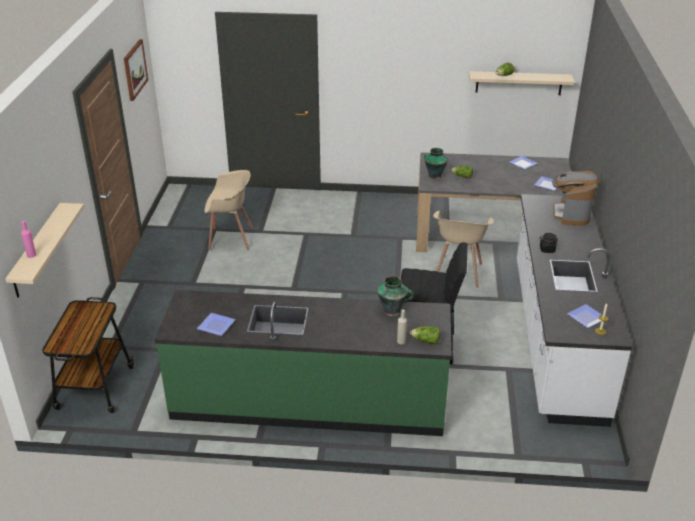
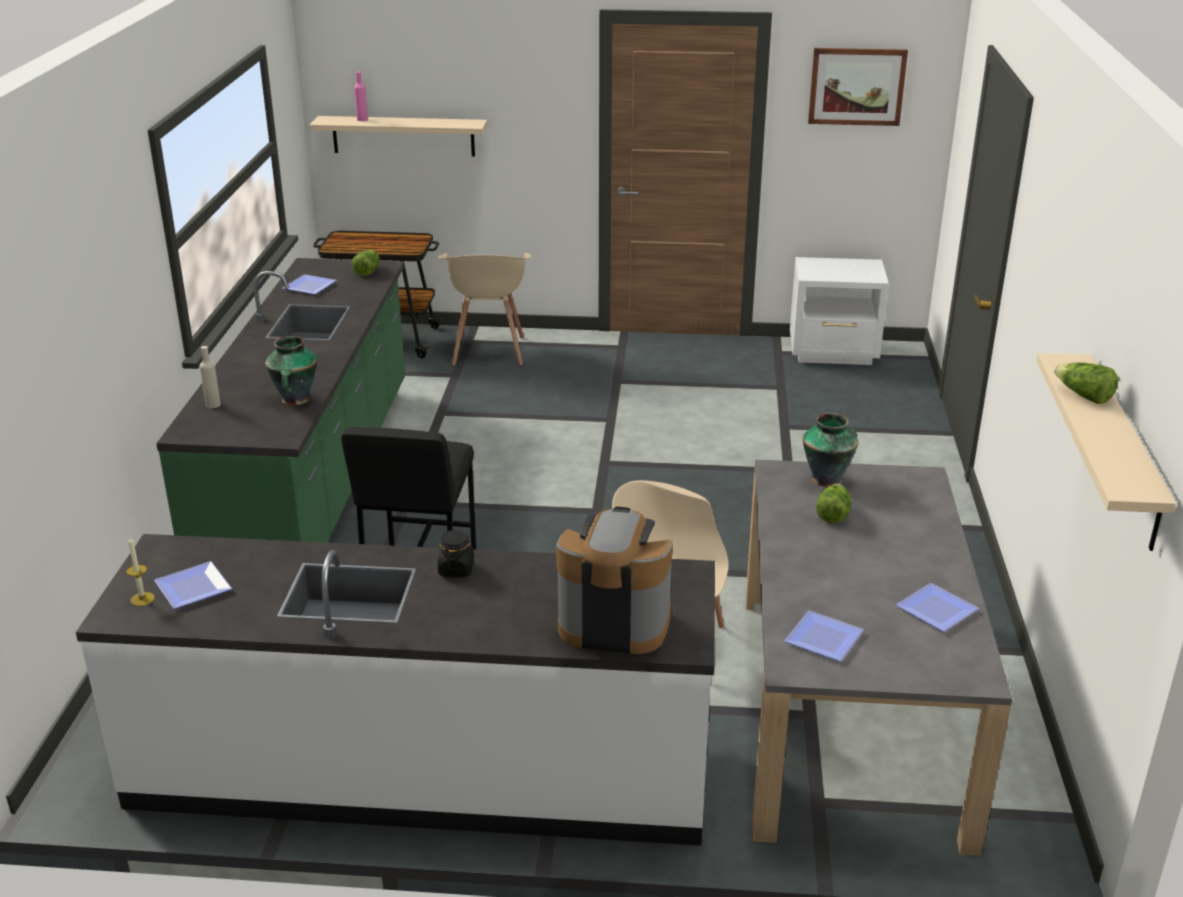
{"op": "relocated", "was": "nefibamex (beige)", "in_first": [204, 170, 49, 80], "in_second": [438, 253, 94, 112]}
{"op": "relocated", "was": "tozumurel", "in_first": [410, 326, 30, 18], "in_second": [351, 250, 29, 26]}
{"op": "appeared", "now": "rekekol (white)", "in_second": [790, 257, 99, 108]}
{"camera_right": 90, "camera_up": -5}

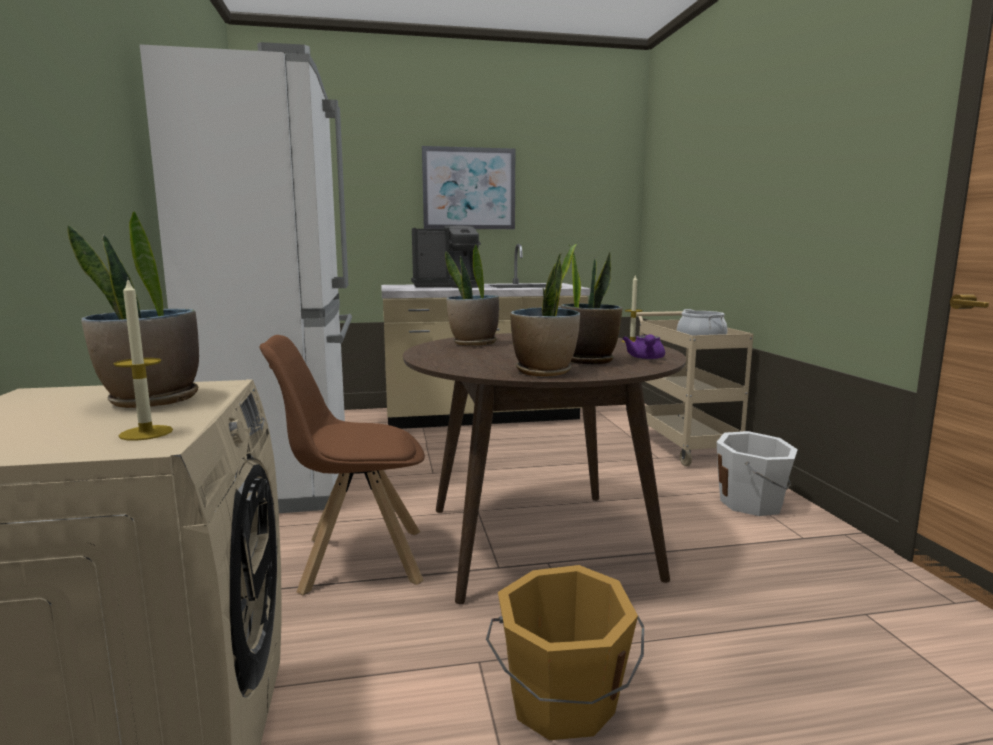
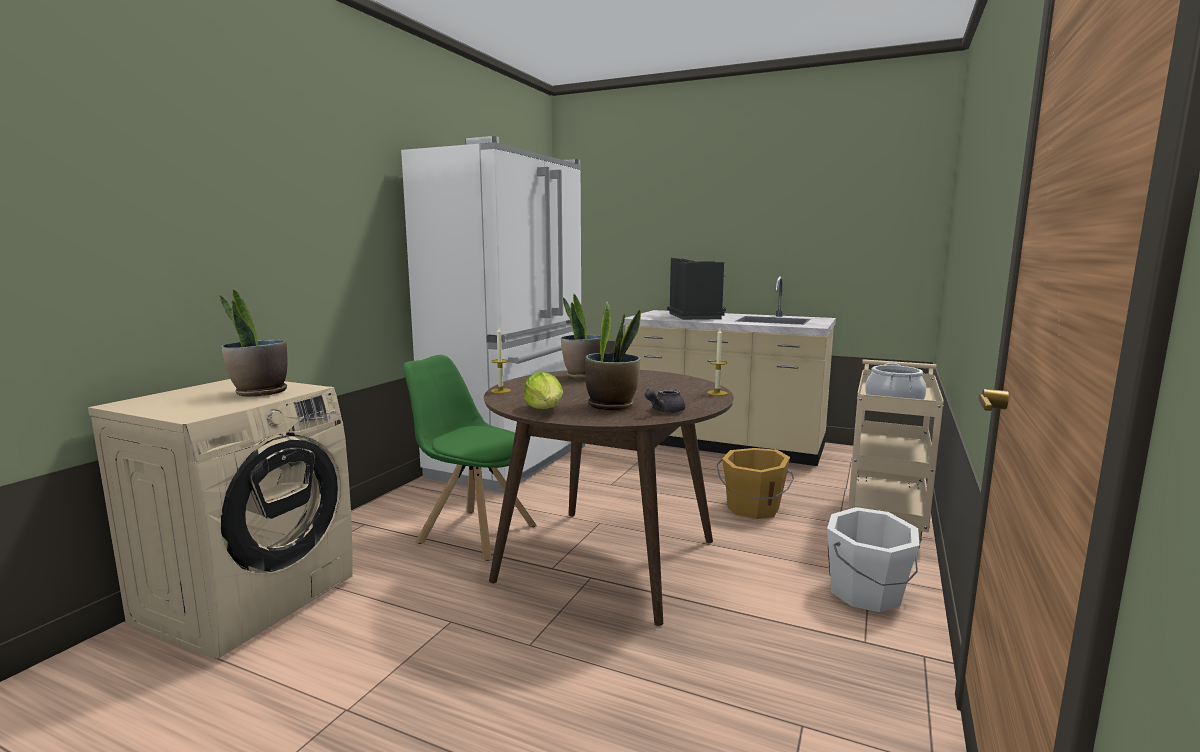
{"op": "missing", "was": "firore", "in_first": [422, 146, 93, 83]}
{"op": "spun", "was": "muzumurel", "in_first": [411, 226, 70, 62], "in_second": [667, 258, 59, 62], "clockwise": -120}
{"op": "exchanged", "was": "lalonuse", "now": "tozumurel", "in_first": [510, 244, 70, 133], "in_second": [524, 372, 39, 37]}
{"op": "relocated", "was": "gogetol", "in_first": [114, 277, 59, 164], "in_second": [491, 327, 20, 66]}
{"op": "colour", "was": "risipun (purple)", "now": "risipun (grey)", "in_first": [622, 334, 43, 25], "in_second": [645, 388, 40, 25]}
{"op": "colour", "was": "nefibamex (brown)", "now": "nefibamex (green)", "in_first": [259, 335, 166, 260], "in_second": [403, 355, 134, 206]}
{"op": "relocated", "was": "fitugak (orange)", "in_first": [486, 565, 158, 175], "in_second": [716, 448, 78, 71]}
{"camera_right": 35, "camera_up": 0}

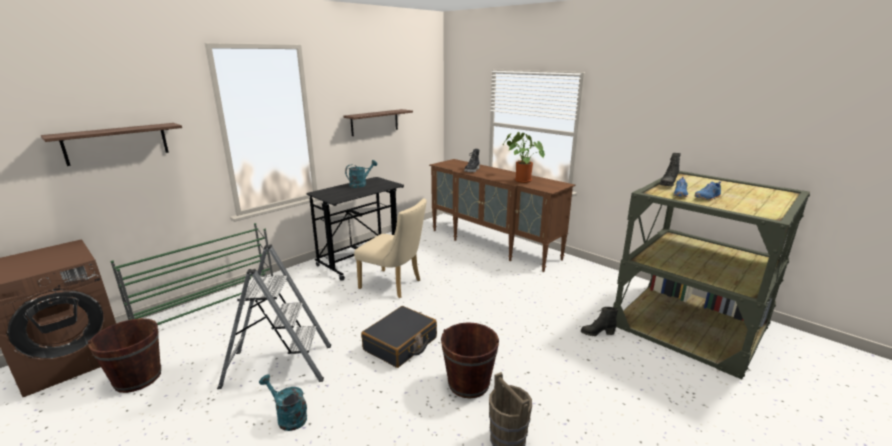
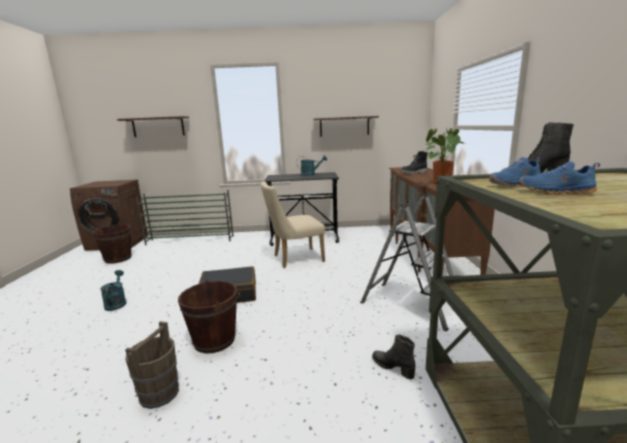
{"op": "spun", "was": "nefibamex (beige)", "in_first": [354, 198, 73, 100], "in_second": [261, 181, 64, 87], "clockwise": 90}
{"op": "relocated", "was": "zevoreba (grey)", "in_first": [217, 245, 114, 144], "in_second": [360, 194, 94, 137]}
{"camera_right": 45, "camera_up": -5}

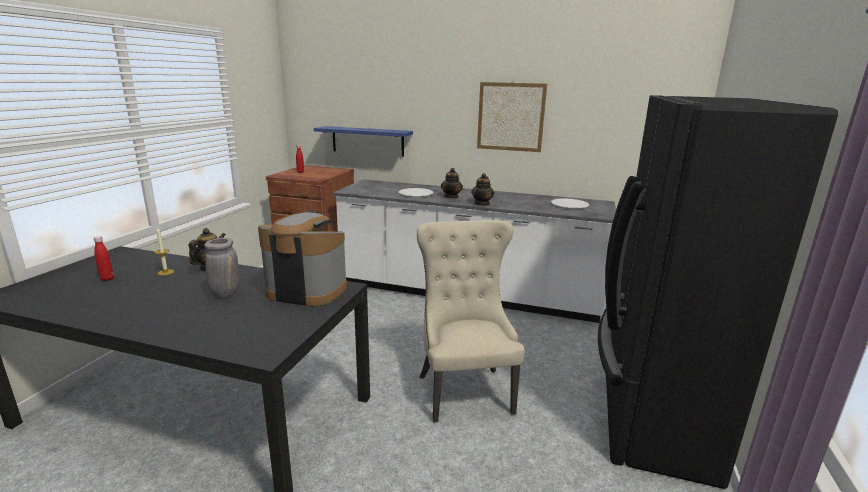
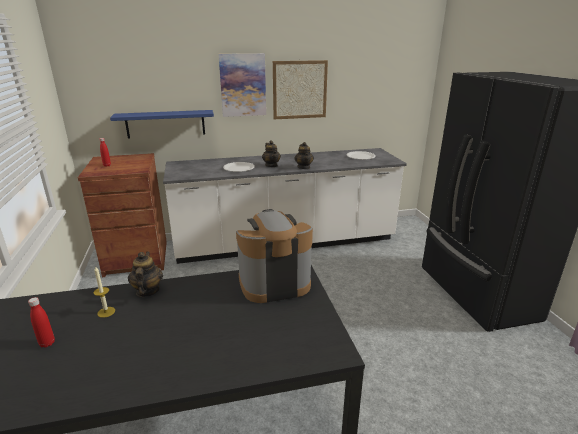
{"op": "missing", "was": "nefibamex (beige)", "in_first": [417, 220, 108, 203]}
{"op": "missing", "was": "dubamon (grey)", "in_first": [205, 238, 34, 61]}
{"op": "appeared", "now": "firore", "in_second": [219, 53, 47, 64]}
{"camera_right": -30, "camera_up": 5}

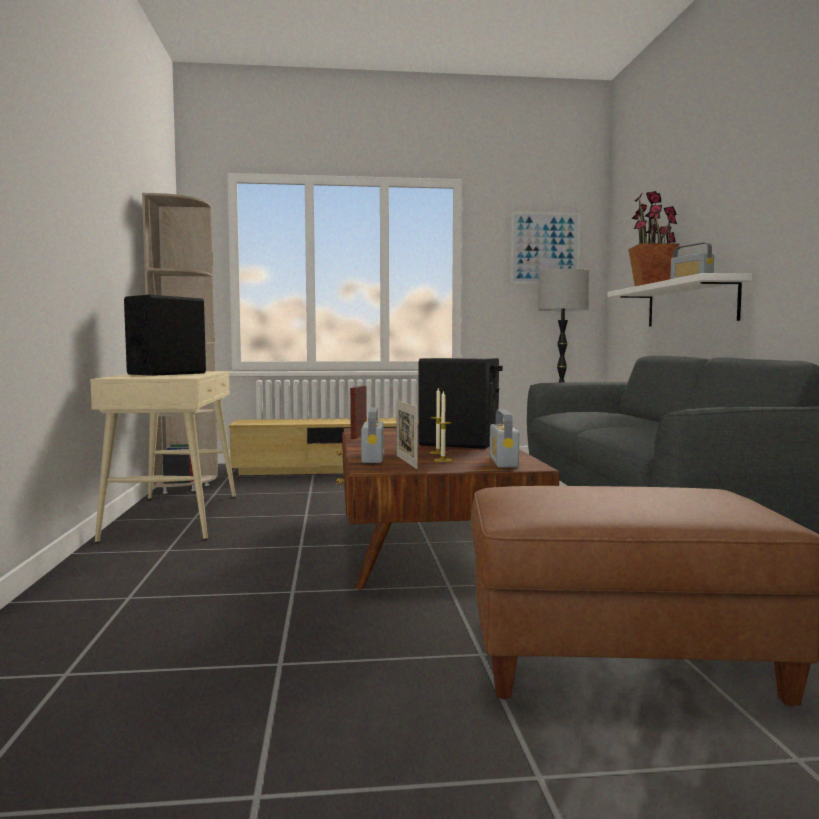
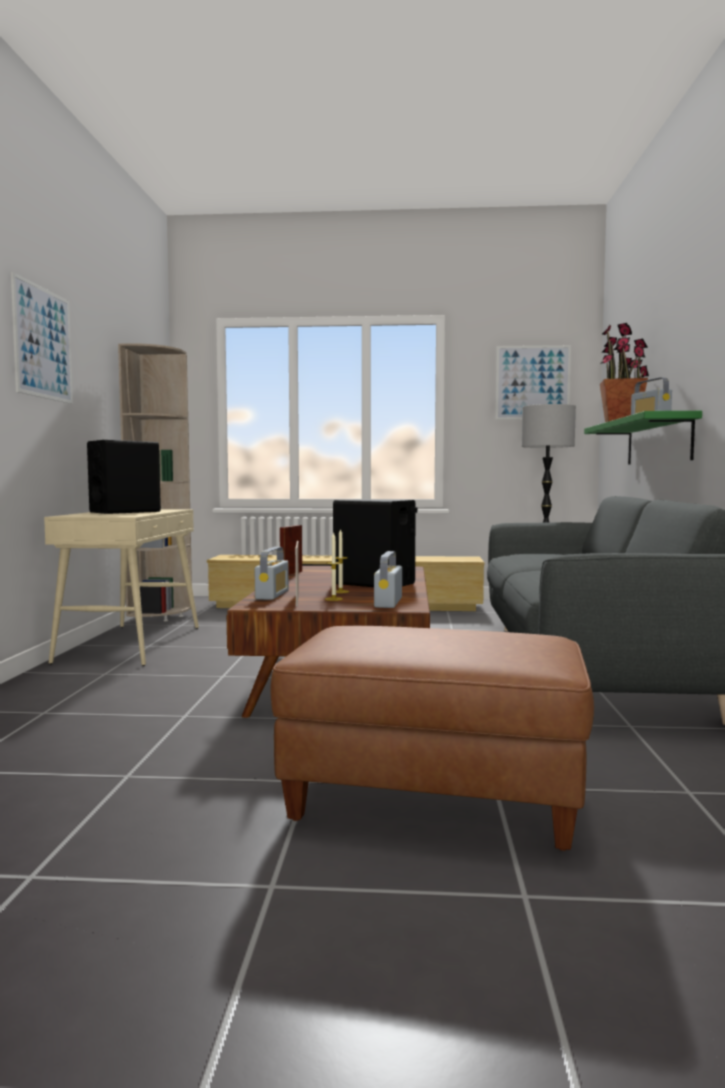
{"op": "colour", "was": "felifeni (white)", "now": "felifeni (green)", "in_first": [607, 273, 145, 53], "in_second": [584, 411, 118, 53]}
{"op": "appeared", "now": "firore", "in_second": [11, 272, 62, 132]}
{"camera_right": 10, "camera_up": 0}

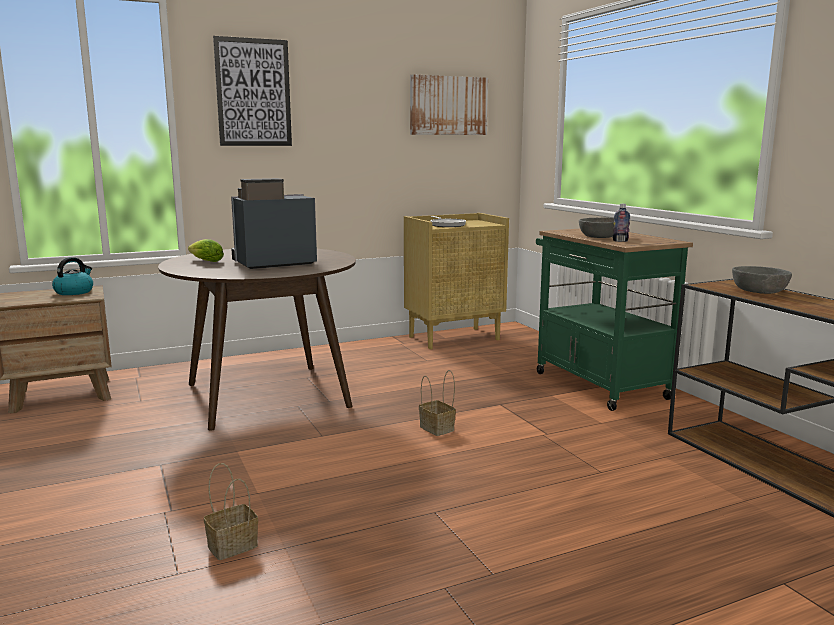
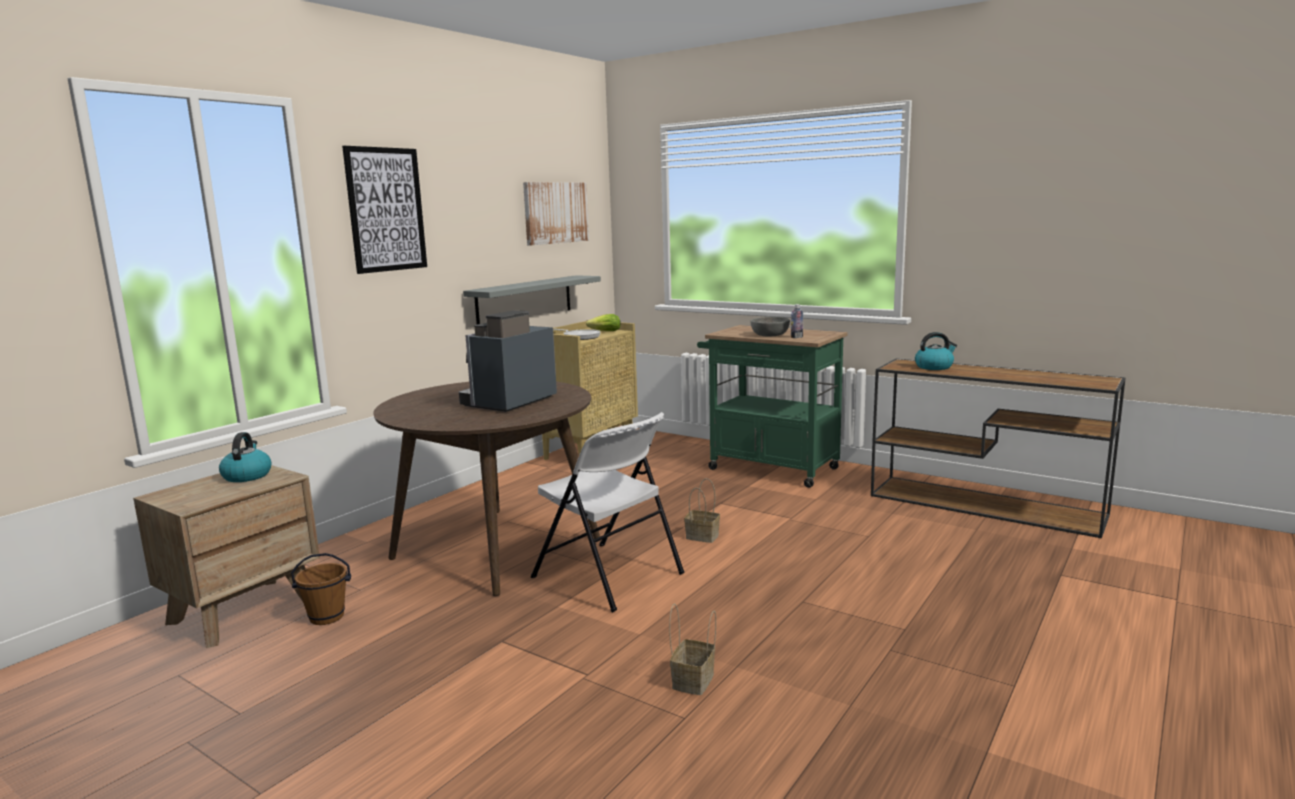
{"op": "relocated", "was": "tozumurel", "in_first": [188, 239, 36, 23], "in_second": [586, 314, 35, 17]}
{"op": "exchanged", "was": "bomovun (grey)", "now": "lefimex", "in_first": [732, 266, 60, 28], "in_second": [915, 332, 42, 38]}
{"op": "appeared", "now": "felifeni (grey)", "in_second": [463, 275, 138, 50]}
{"op": "appeared", "now": "nefibamex (white)", "in_second": [531, 412, 153, 201]}
{"op": "appeared", "now": "fitugak (brown)", "in_second": [291, 553, 60, 72]}
{"camera_right": -30, "camera_up": 0}

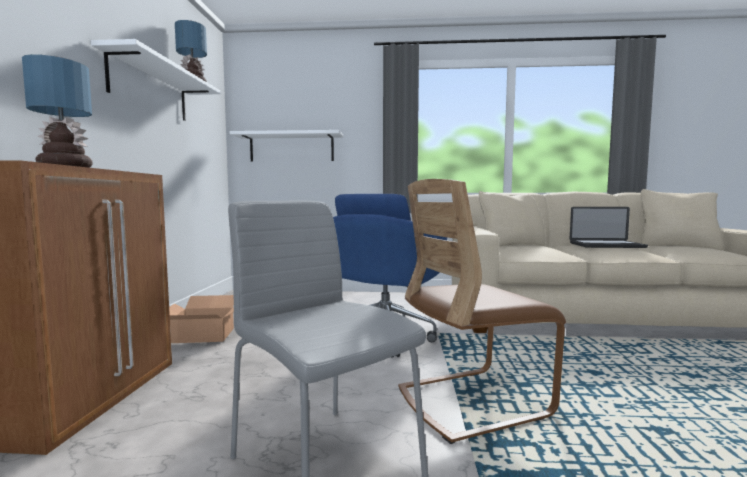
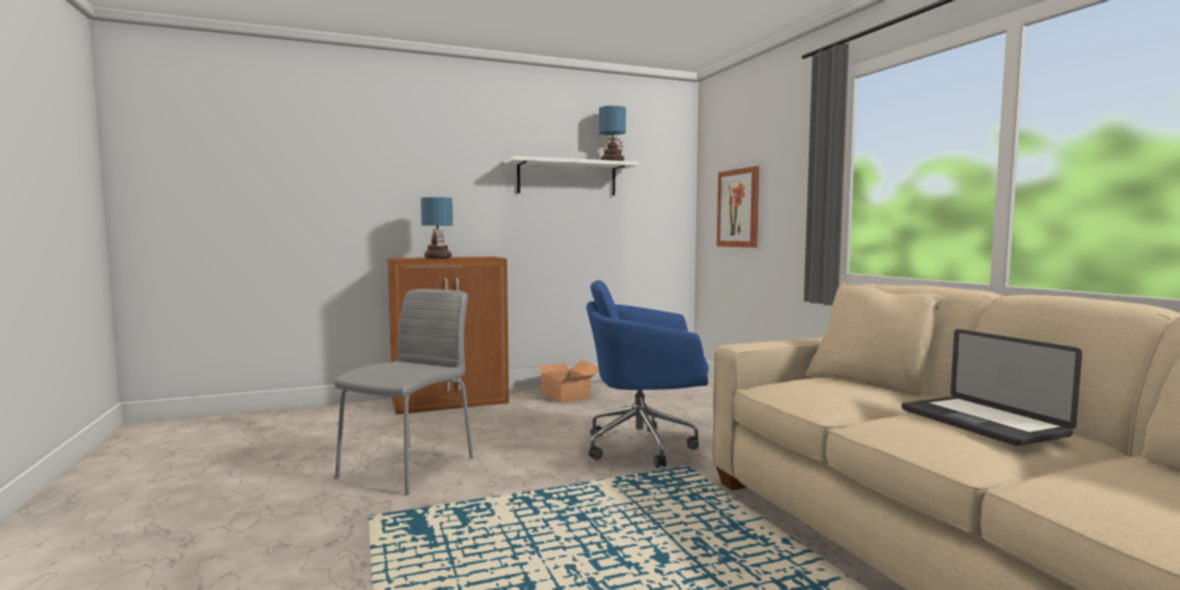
{"op": "exchanged", "was": "felifeni (white)", "now": "firore", "in_first": [230, 130, 113, 32], "in_second": [717, 166, 42, 82]}
{"op": "missing", "was": "nefibamex (brown)", "in_first": [398, 179, 168, 265]}
{"camera_right": 65, "camera_up": 0}

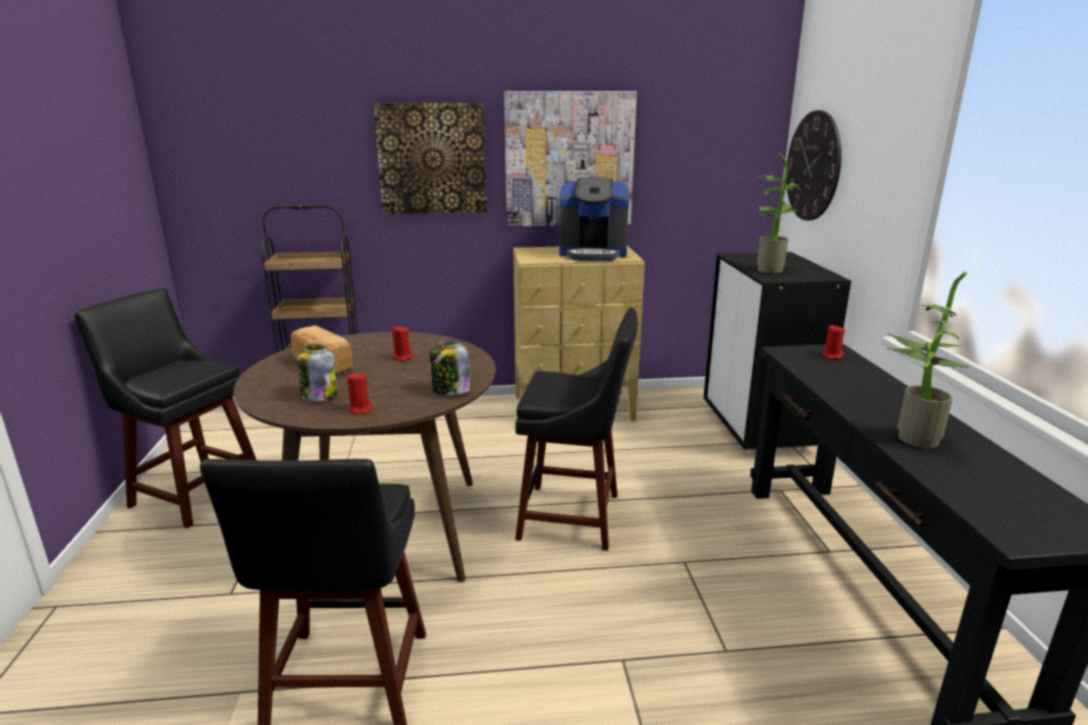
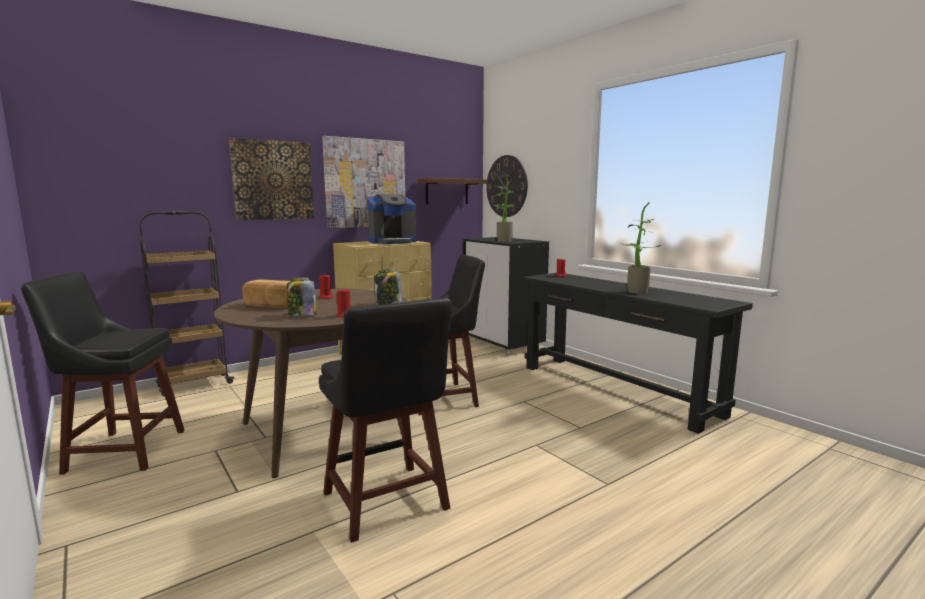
{"op": "appeared", "now": "felifeni (brown)", "in_second": [418, 178, 70, 26]}
{"camera_right": -30, "camera_up": -10}

